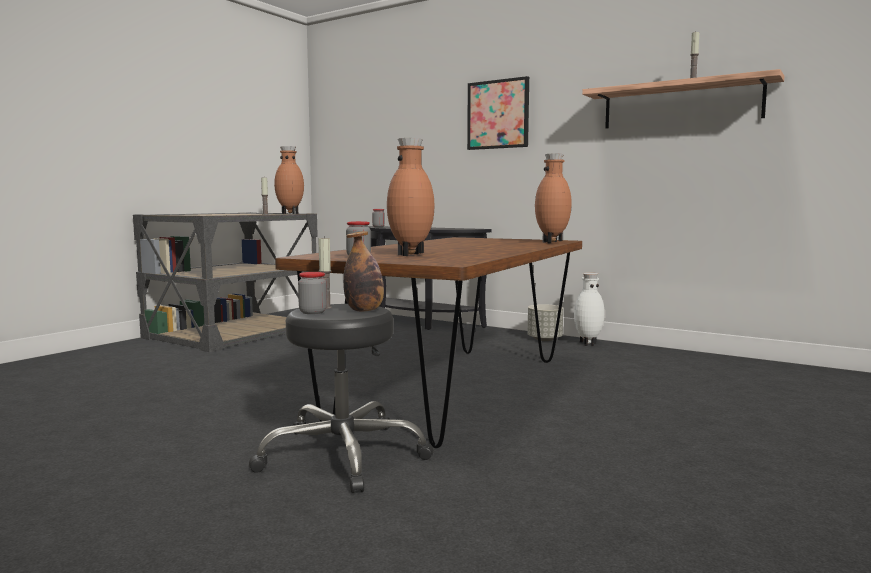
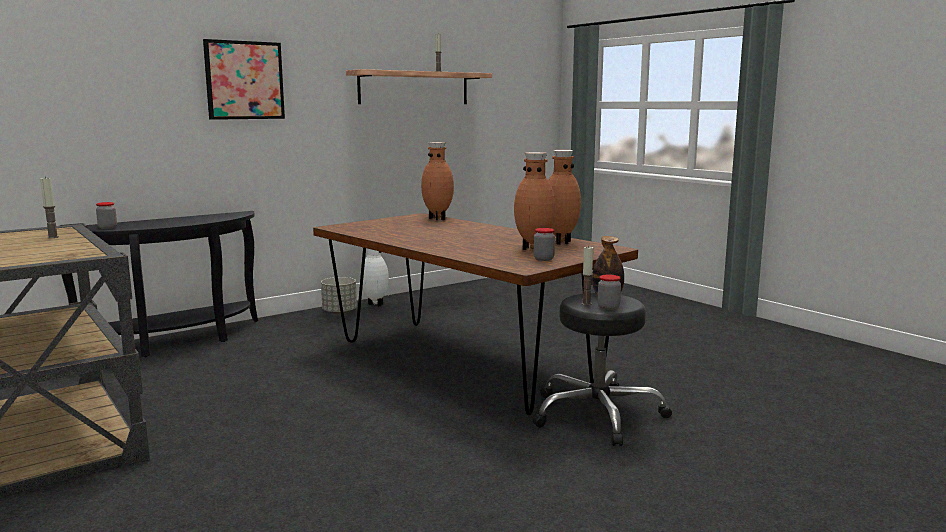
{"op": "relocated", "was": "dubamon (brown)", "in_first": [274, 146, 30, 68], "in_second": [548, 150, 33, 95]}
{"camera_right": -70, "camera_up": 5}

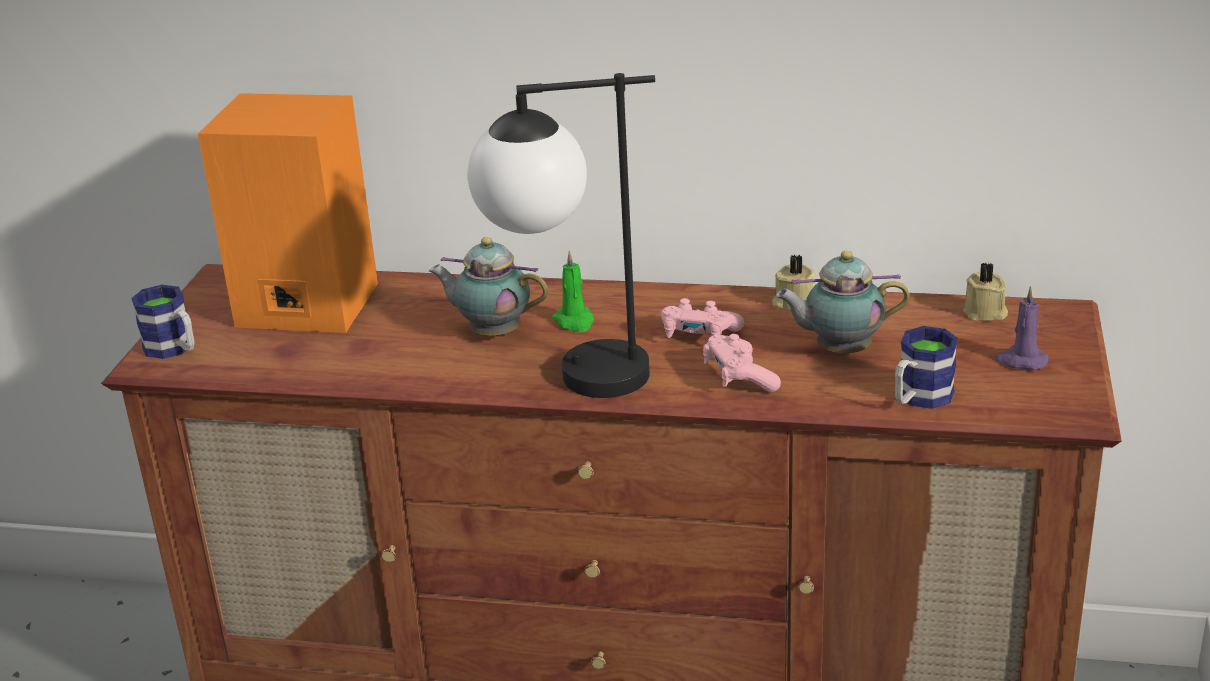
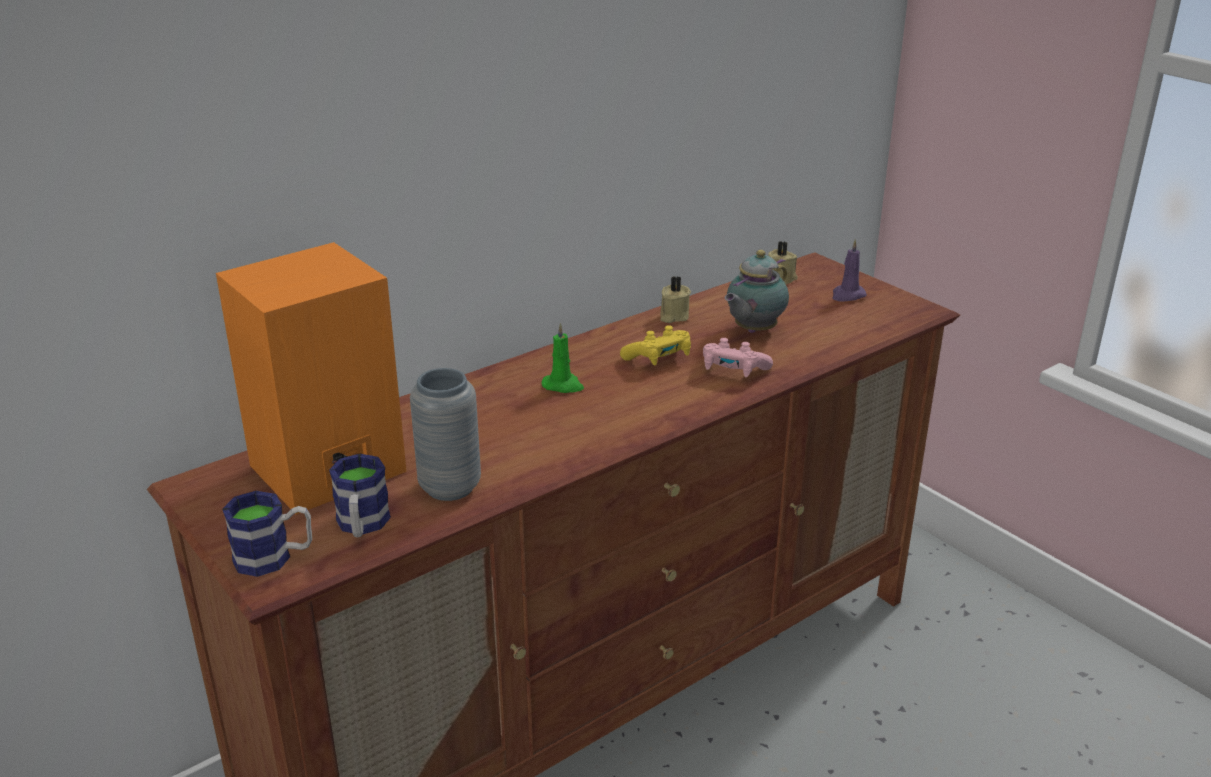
{"op": "missing", "was": "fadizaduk", "in_first": [468, 73, 187, 325]}
{"op": "missing", "was": "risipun", "in_first": [429, 237, 119, 99]}
{"op": "colour", "was": "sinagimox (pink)", "now": "sinagimox (yellow)", "in_first": [661, 298, 83, 40], "in_second": [620, 325, 71, 41]}
{"op": "relocated", "was": "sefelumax", "in_first": [895, 326, 63, 83], "in_second": [329, 454, 62, 83]}
{"op": "appeared", "now": "dubamon (grey)", "in_second": [410, 368, 71, 133]}
{"camera_right": -50, "camera_up": 0}

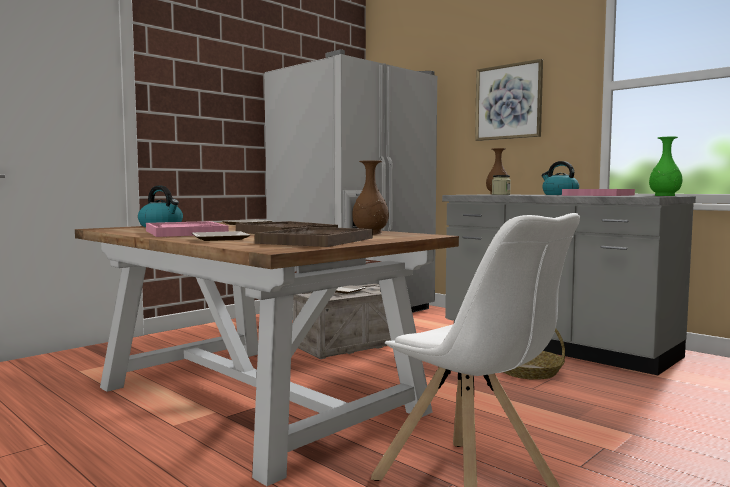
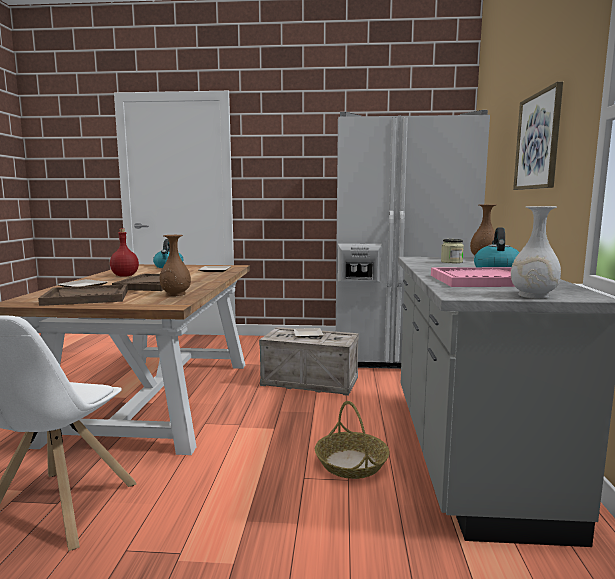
{"op": "colour", "was": "dubamon (green)", "now": "dubamon (white)", "in_first": [649, 136, 33, 60], "in_second": [511, 206, 50, 93]}
{"op": "exchanged", "was": "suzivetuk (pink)", "now": "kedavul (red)", "in_first": [146, 221, 83, 16], "in_second": [110, 228, 29, 49]}
{"camera_right": 50, "camera_up": 5}

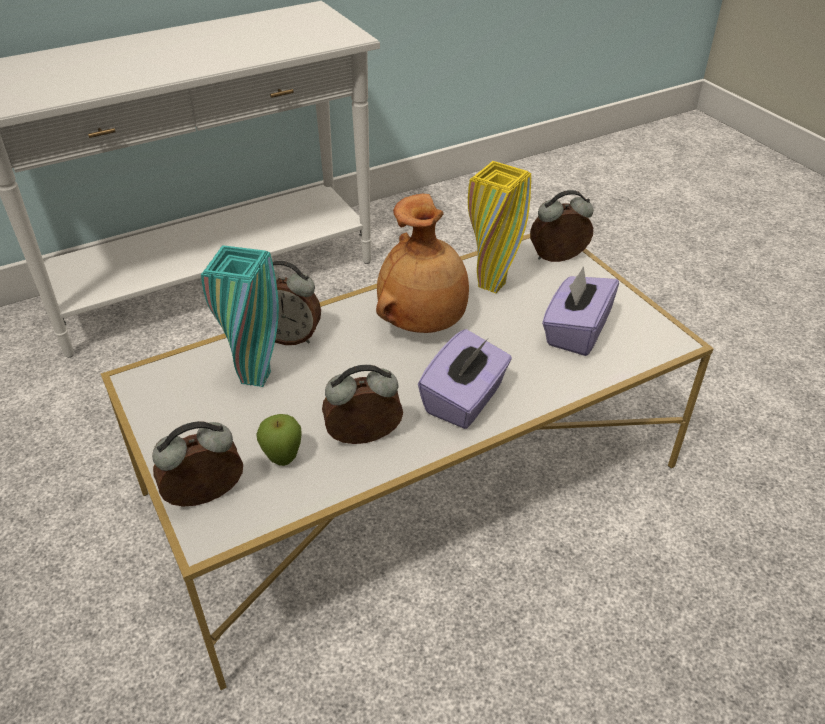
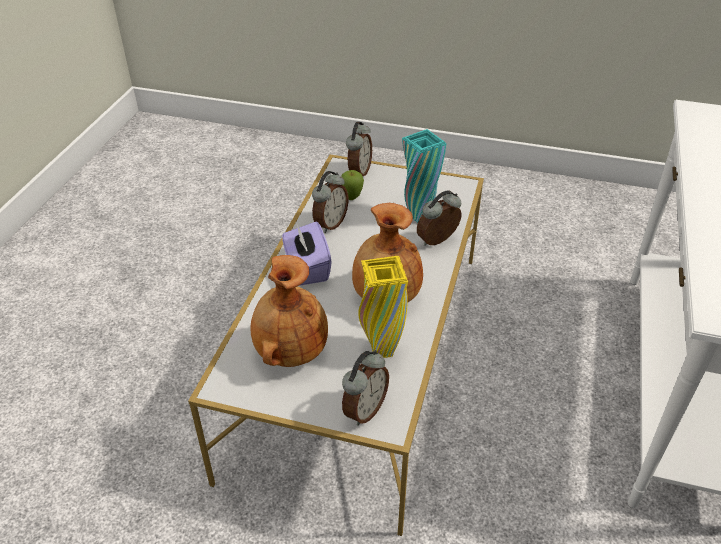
{"op": "exchanged", "was": "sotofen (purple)", "now": "dubamon (brown)", "in_first": [542, 266, 77, 90], "in_second": [250, 255, 78, 112]}
{"camera_right": 135, "camera_up": 0}

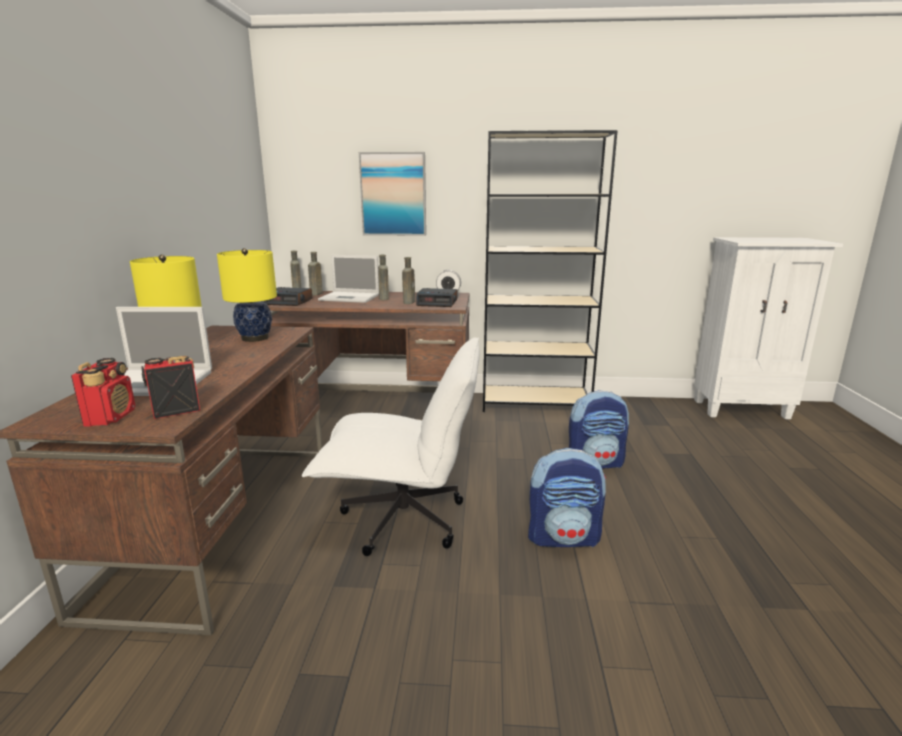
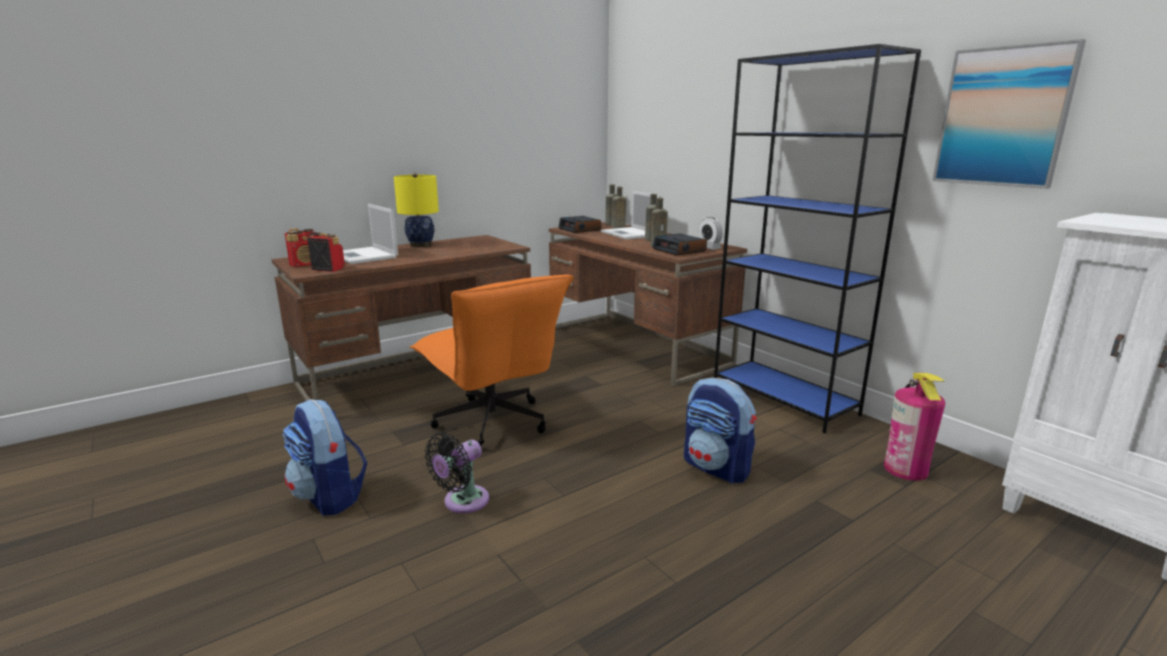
{"op": "colour", "was": "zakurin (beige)", "now": "zakurin (blue)", "in_first": [483, 130, 135, 282], "in_second": [714, 44, 207, 390]}
{"op": "relocated", "was": "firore", "in_first": [359, 152, 67, 84], "in_second": [932, 39, 154, 150]}
{"op": "missing", "was": "fadizaduk (yellow)", "in_first": [217, 248, 60, 94]}
{"op": "colour", "was": "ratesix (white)", "now": "ratesix (orange)", "in_first": [302, 337, 178, 219], "in_second": [409, 274, 165, 174]}
{"op": "relocated", "was": "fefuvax", "in_first": [528, 448, 78, 99], "in_second": [283, 399, 84, 116]}
{"op": "appeared", "now": "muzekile", "in_second": [884, 373, 61, 108]}
{"op": "appeared", "now": "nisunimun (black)", "in_second": [425, 433, 64, 80]}
{"camera_right": 50, "camera_up": 0}

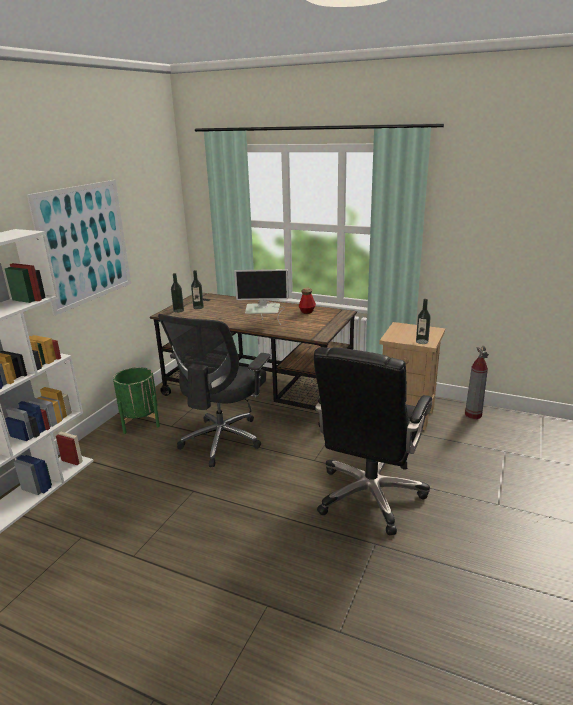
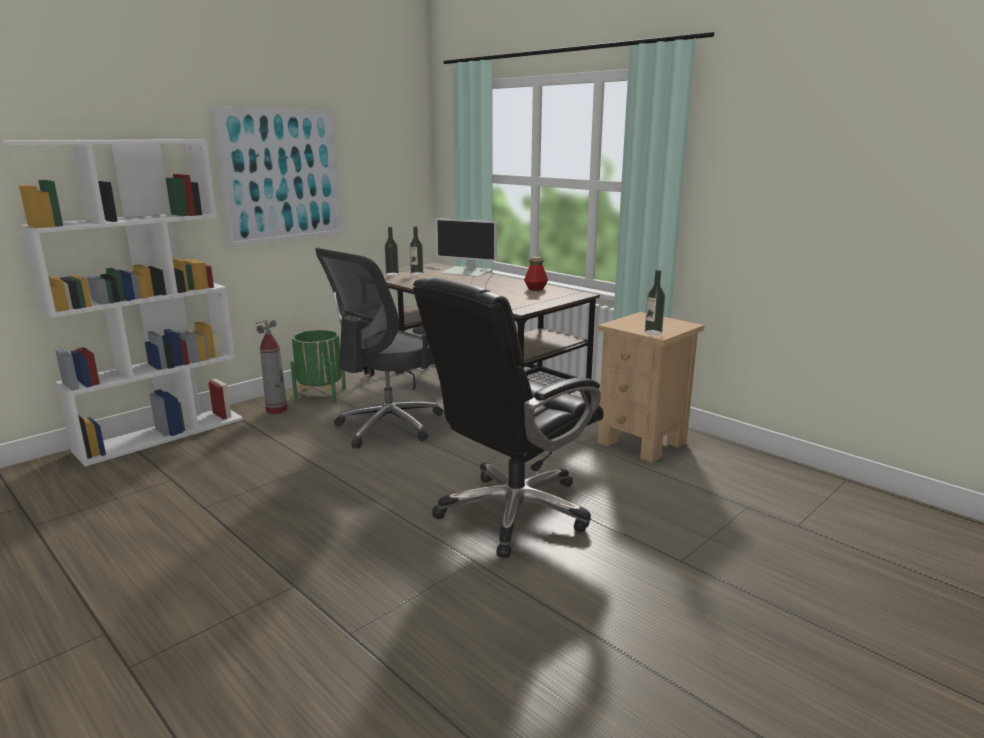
{"op": "relocated", "was": "muzekile", "in_first": [465, 346, 24, 73], "in_second": [256, 320, 31, 94]}
{"camera_right": 20, "camera_up": -5}

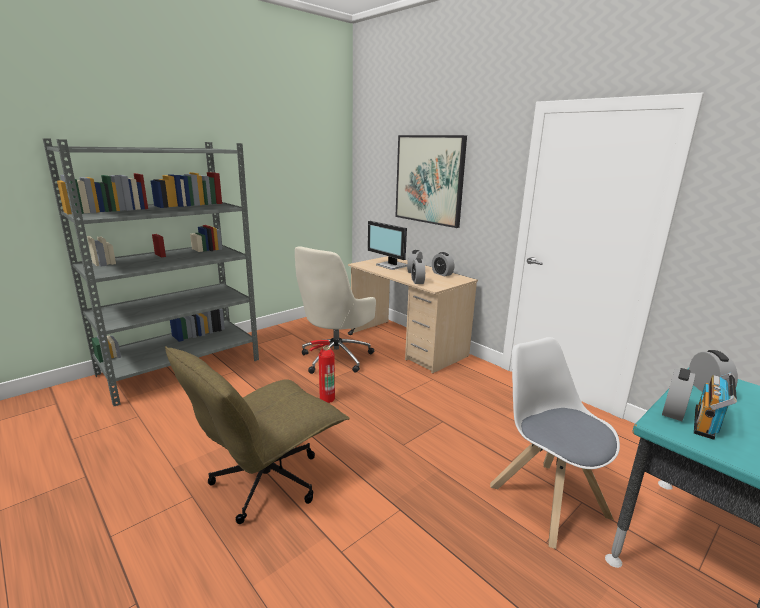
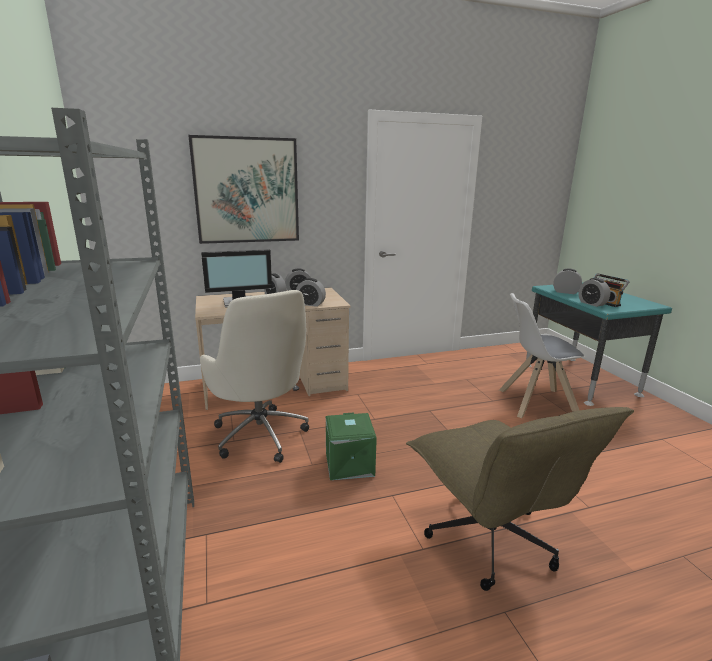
{"op": "exchanged", "was": "muzekile", "now": "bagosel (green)", "in_first": [309, 340, 26, 63], "in_second": [326, 413, 51, 67]}
{"camera_right": -65, "camera_up": 0}

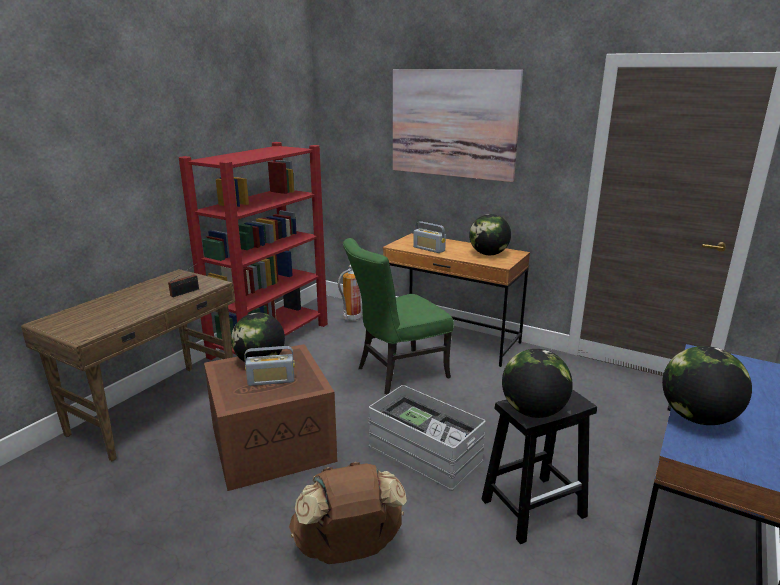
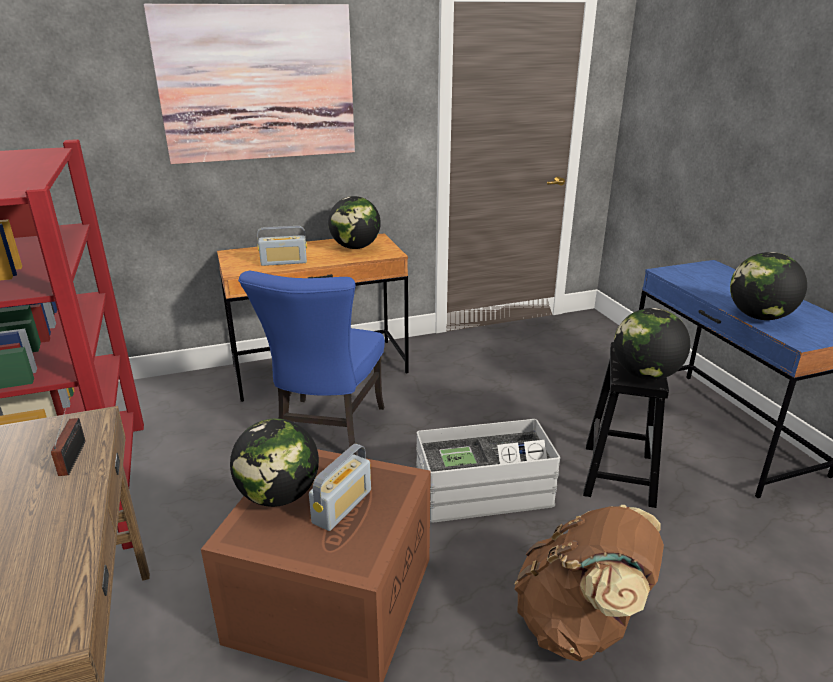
{"op": "colour", "was": "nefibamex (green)", "now": "nefibamex (blue)", "in_first": [343, 238, 111, 156], "in_second": [238, 271, 147, 184]}
{"op": "missing", "was": "muzekile", "in_first": [338, 265, 23, 56]}
{"camera_right": -50, "camera_up": 5}

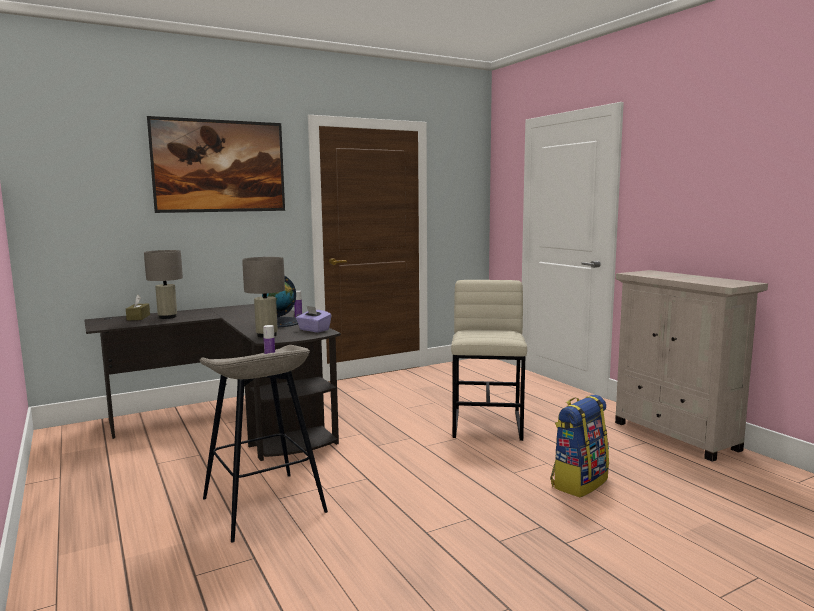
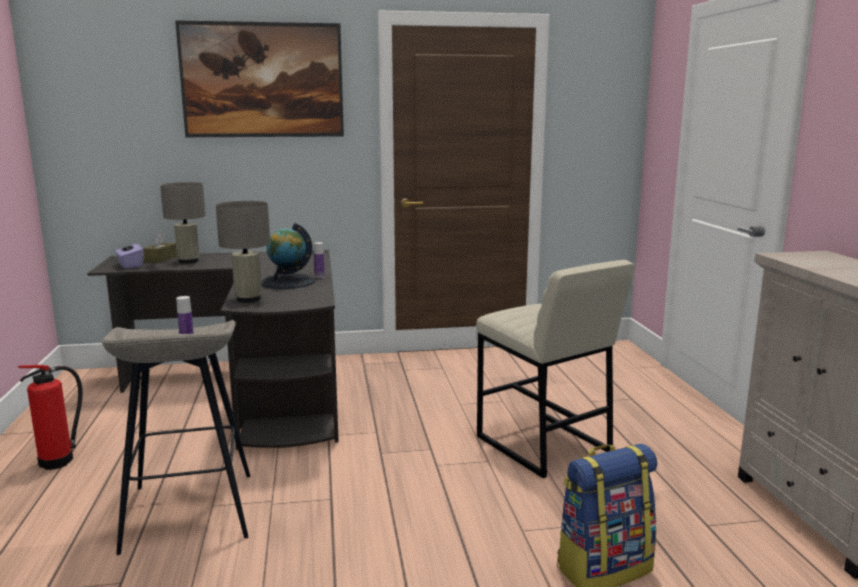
{"op": "spun", "was": "nefibamex (beige)", "in_first": [451, 280, 76, 161], "in_second": [476, 260, 159, 218], "clockwise": 120}
{"op": "relocated", "was": "sotofen (purple)", "in_first": [296, 305, 36, 28], "in_second": [115, 240, 28, 29]}
{"op": "appeared", "now": "muzekile", "in_second": [18, 365, 65, 105]}
{"camera_right": 20, "camera_up": 5}

